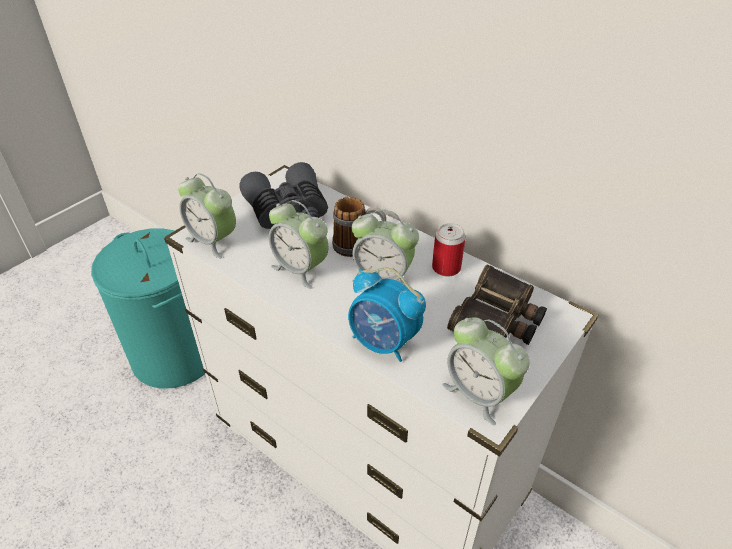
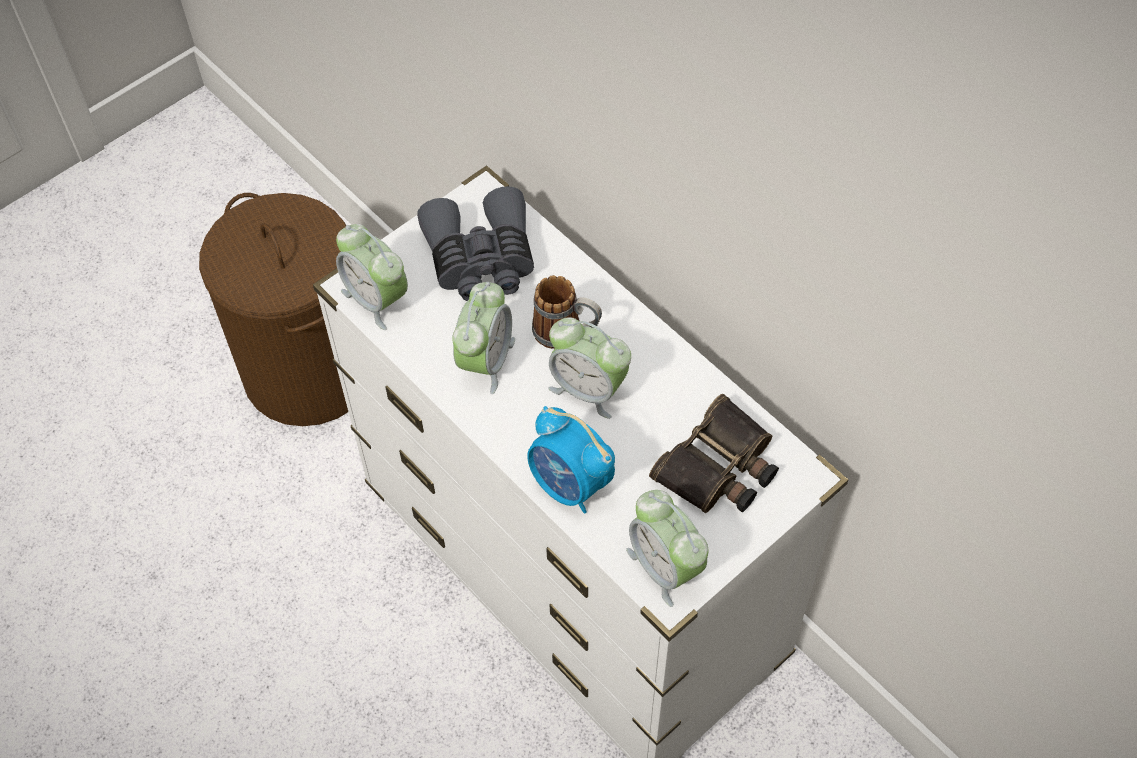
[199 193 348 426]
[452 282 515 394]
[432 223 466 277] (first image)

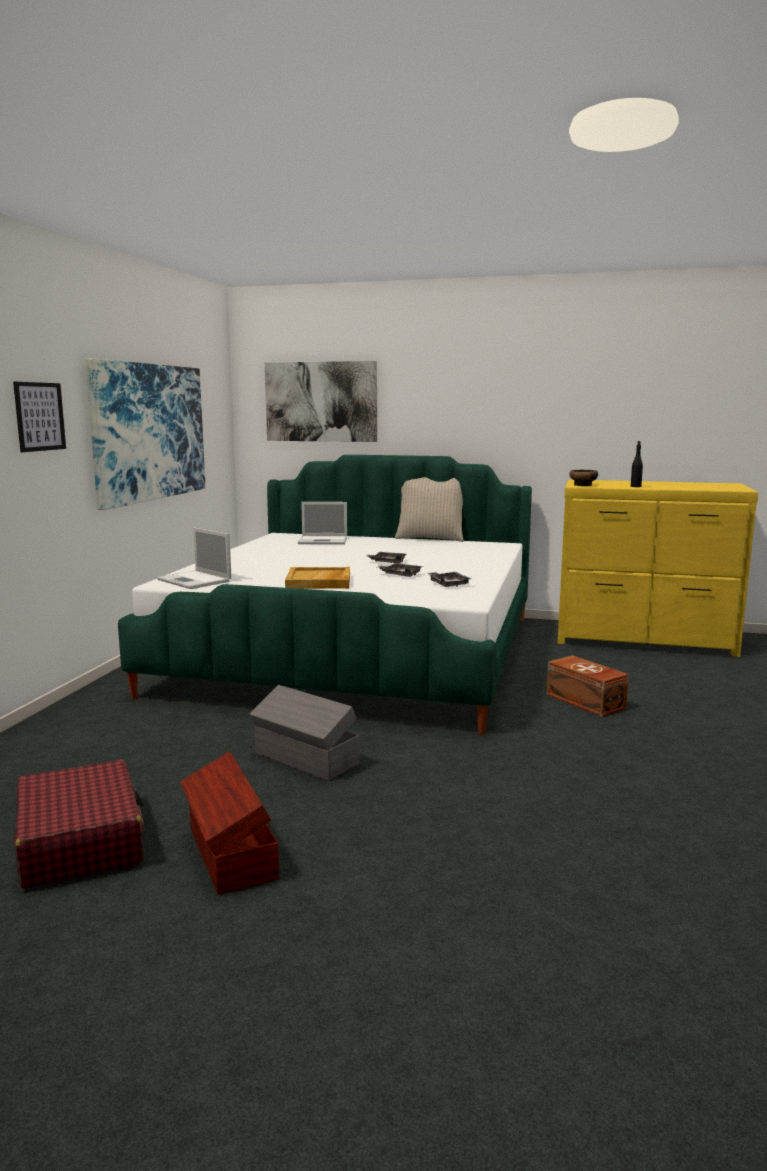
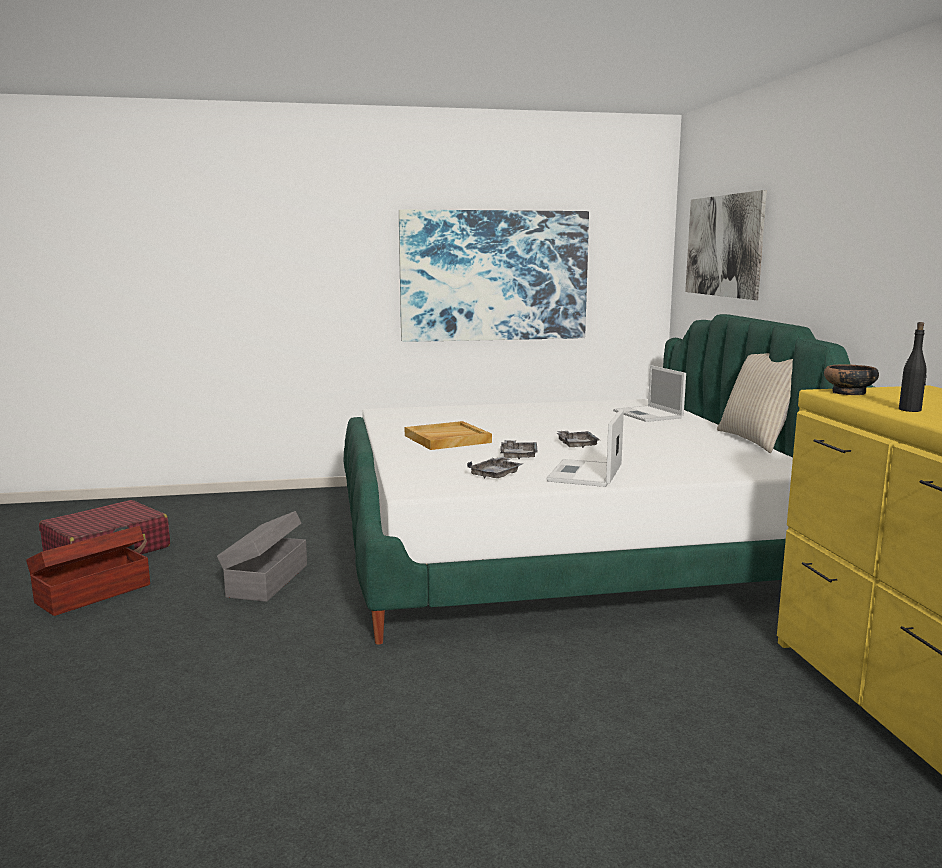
[546 409 624 487]
[13 382 66 452] (first image)
[547 655 629 717] (first image)

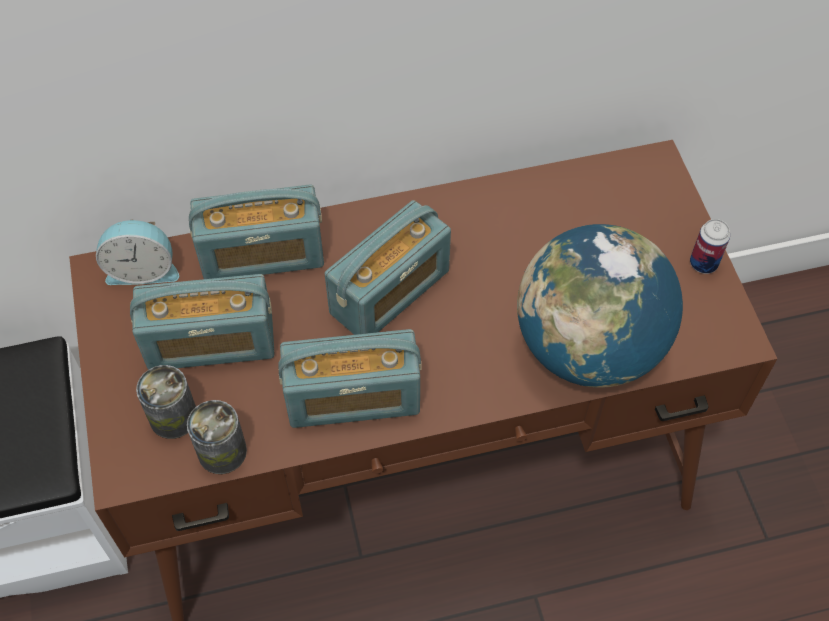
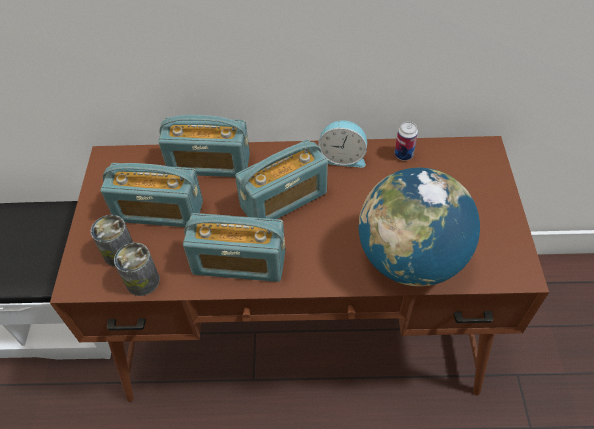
[318 120 367 168]
[395 122 418 161]

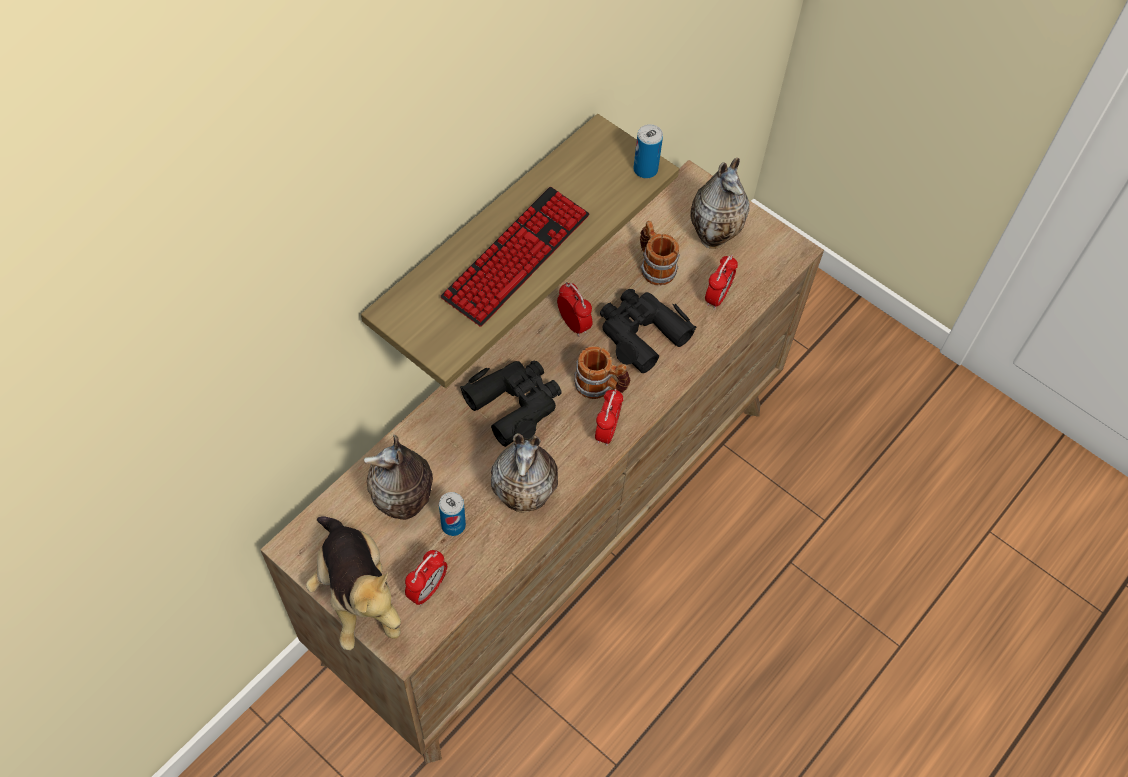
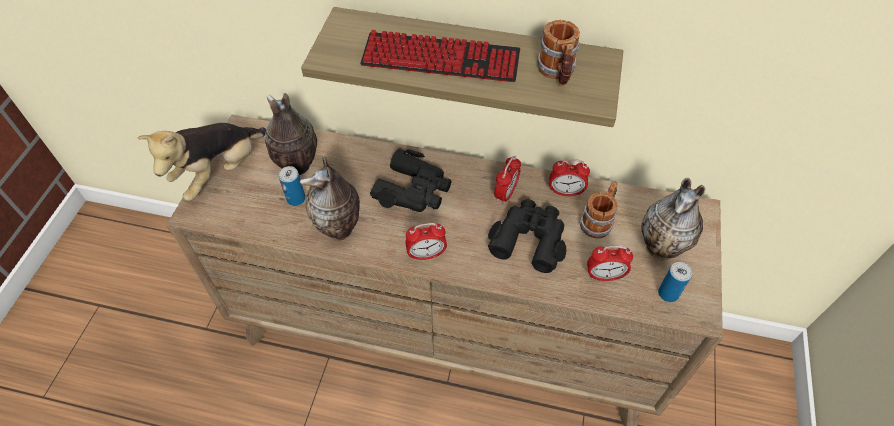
[537 20 580 86]
[549 159 590 197]
[658 262 692 302]

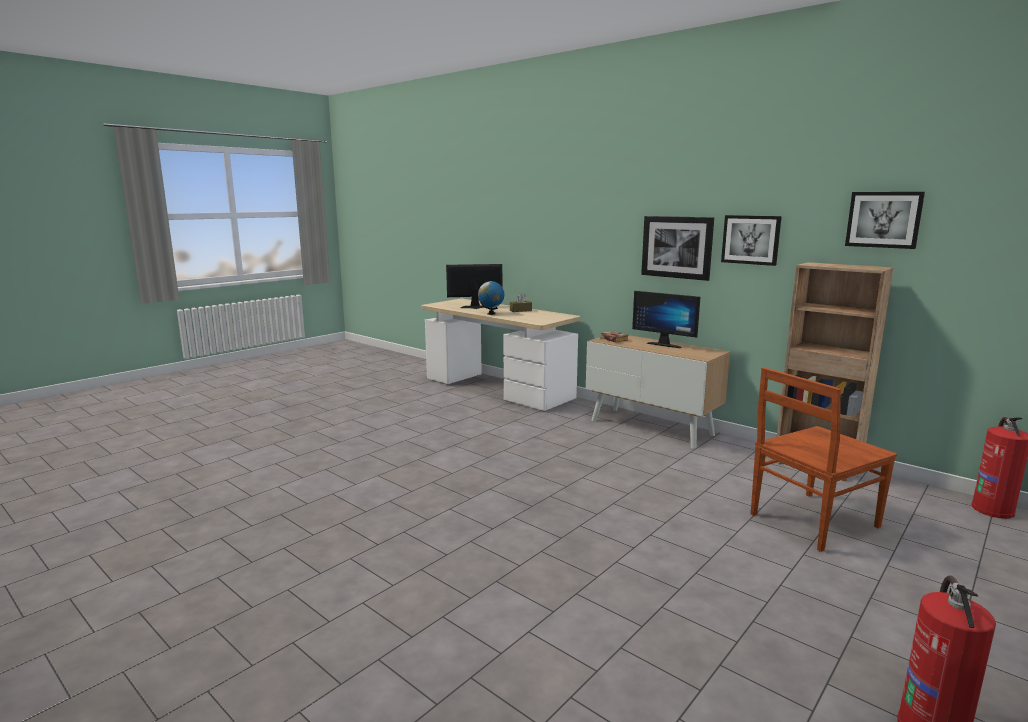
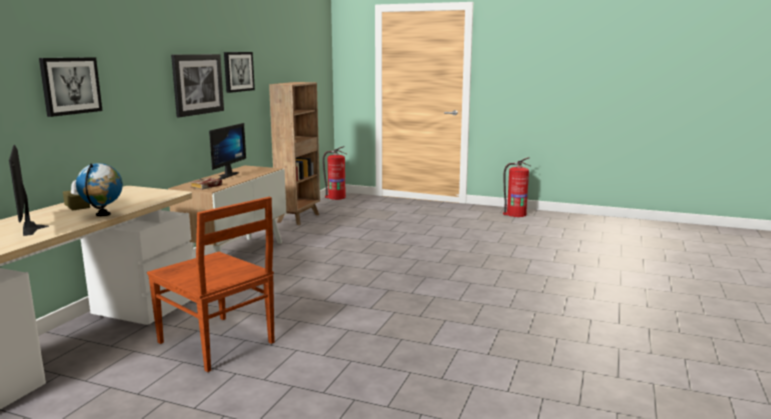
[39 57 102 117]
[147 197 274 372]

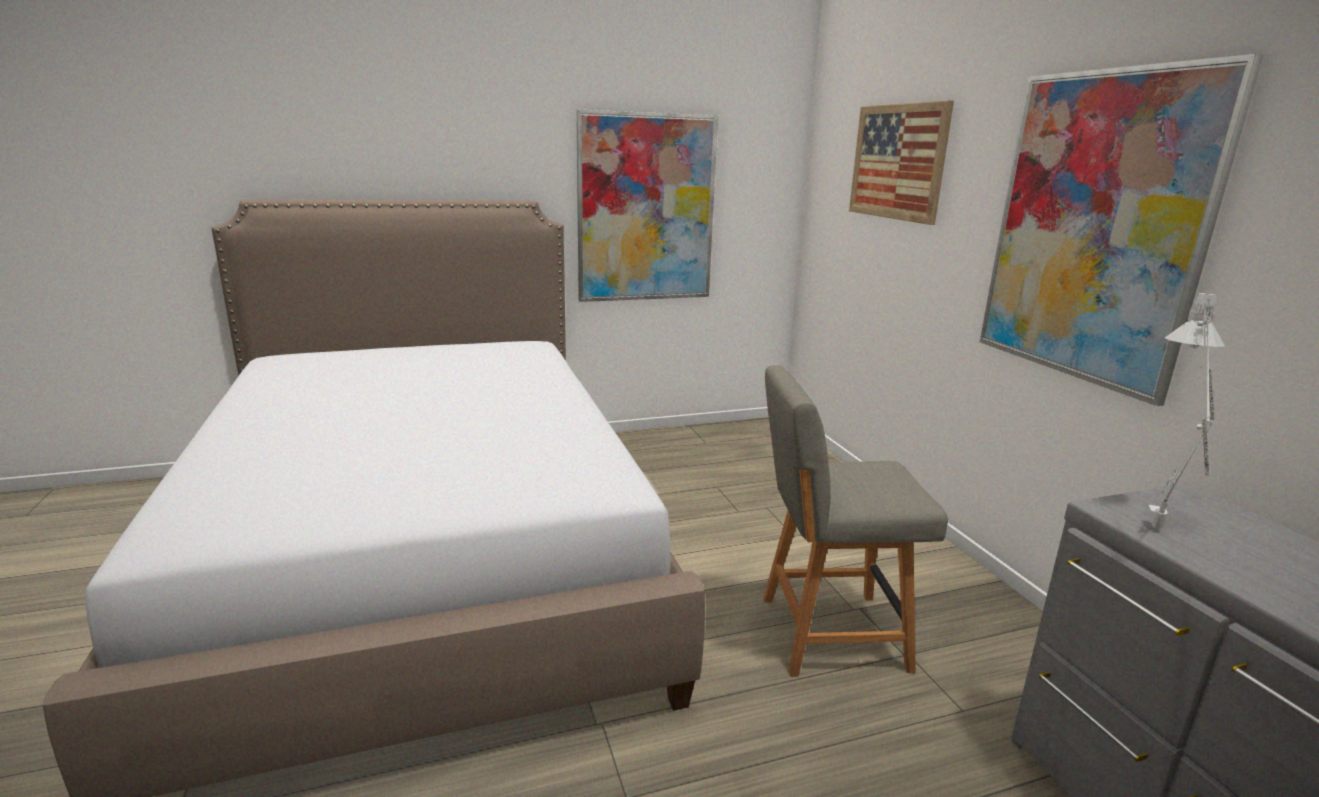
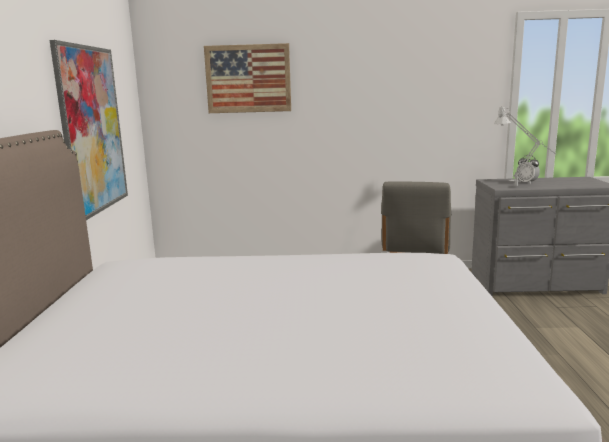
[516 155 540 184]
[980 54 1263 406] (first image)

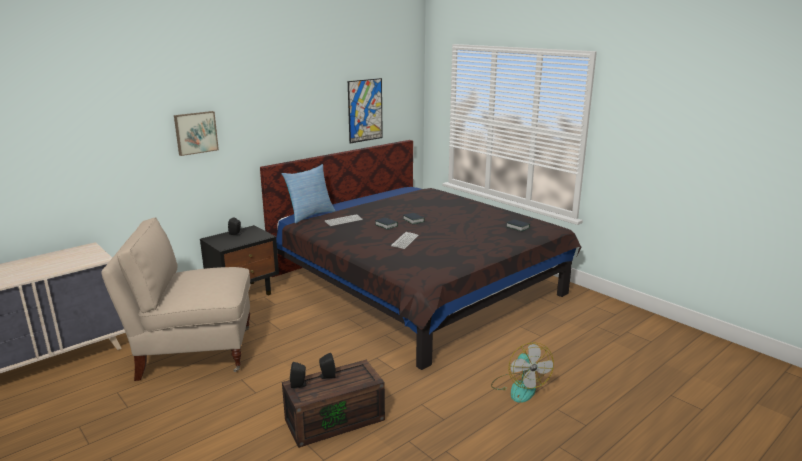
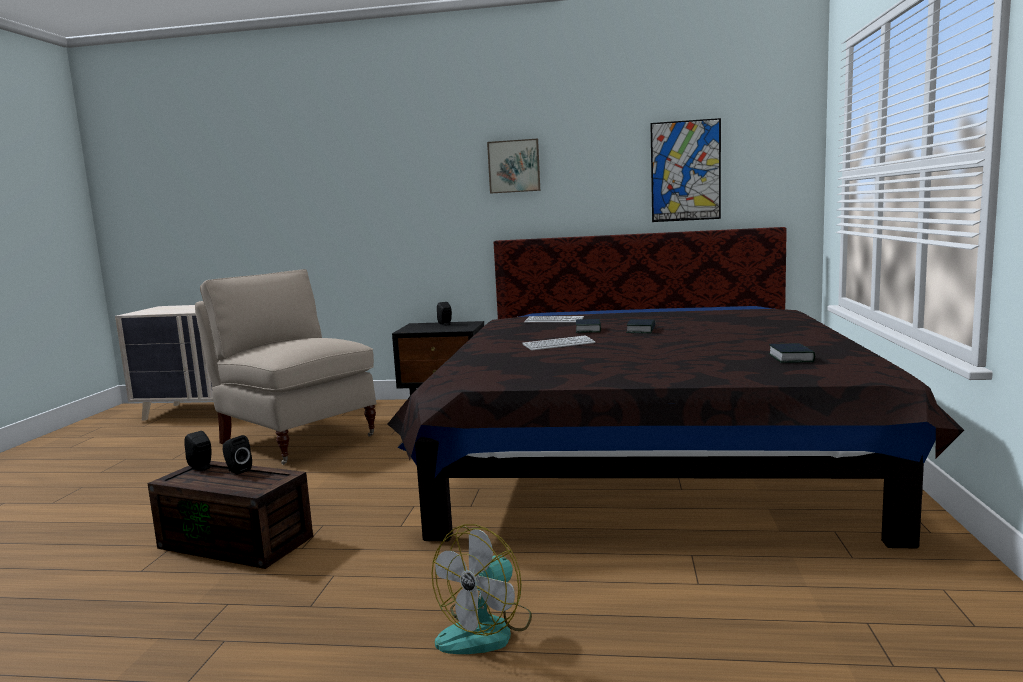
[487 139 540 193]
[281 164 336 223] (first image)

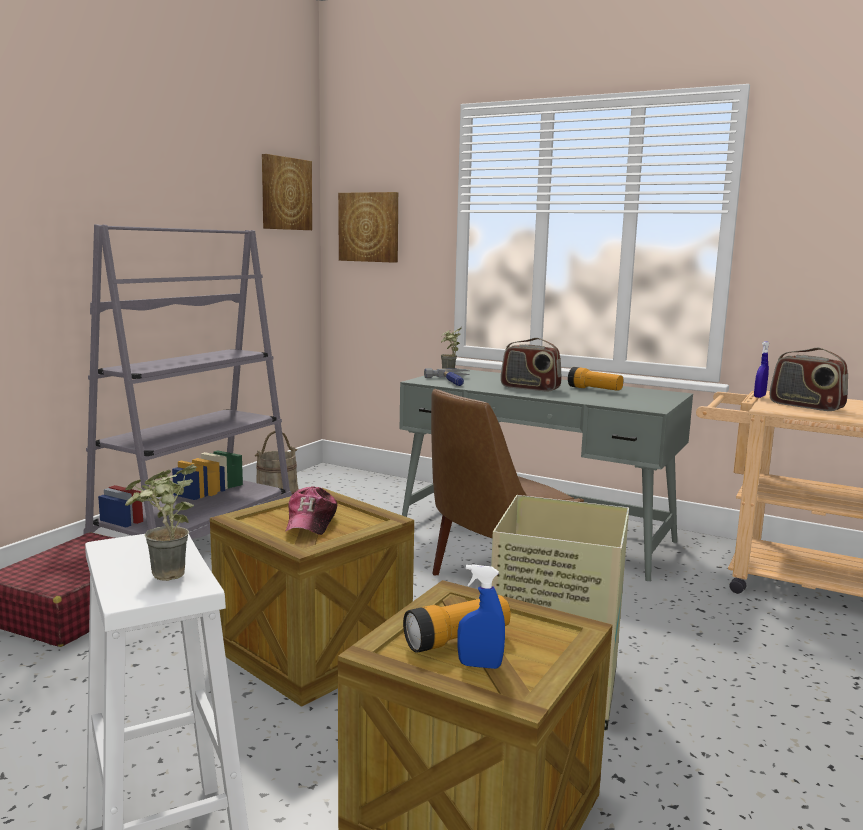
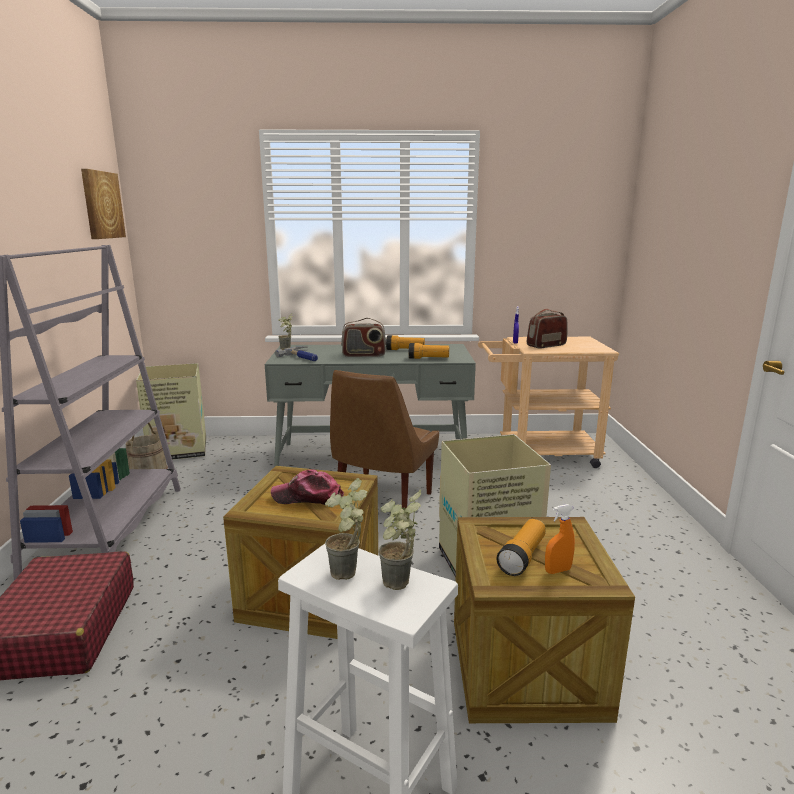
[136 363 206 460]
[271 470 344 505]
[325 478 367 580]
[409 343 449 359]
[527 308 567 349]
[545 504 575 574]
[338 192 398 263] (first image)

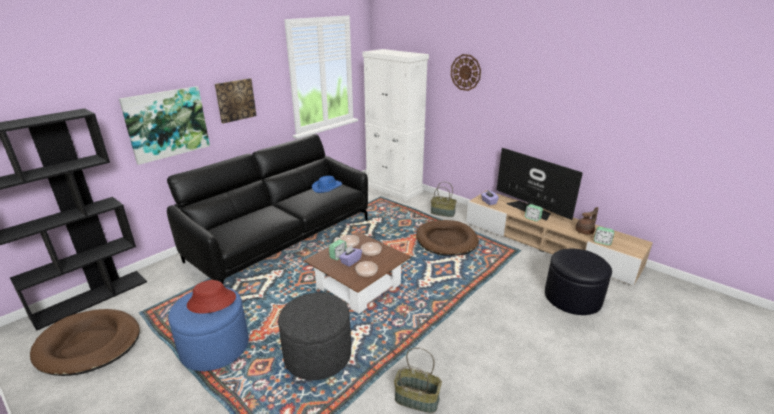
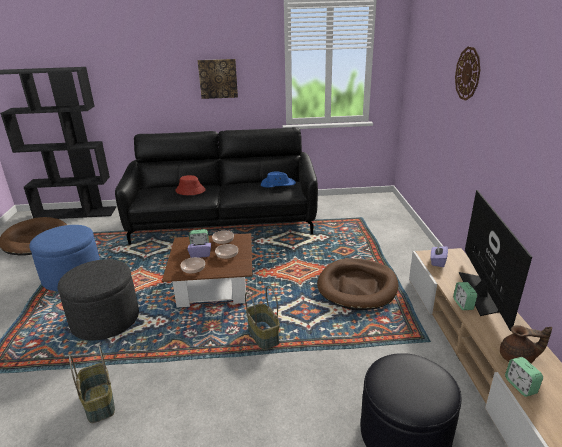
[175 175 206 195]
[245 286 280 350]
[119 86 210 165] (first image)
[362 49 429 201] (first image)

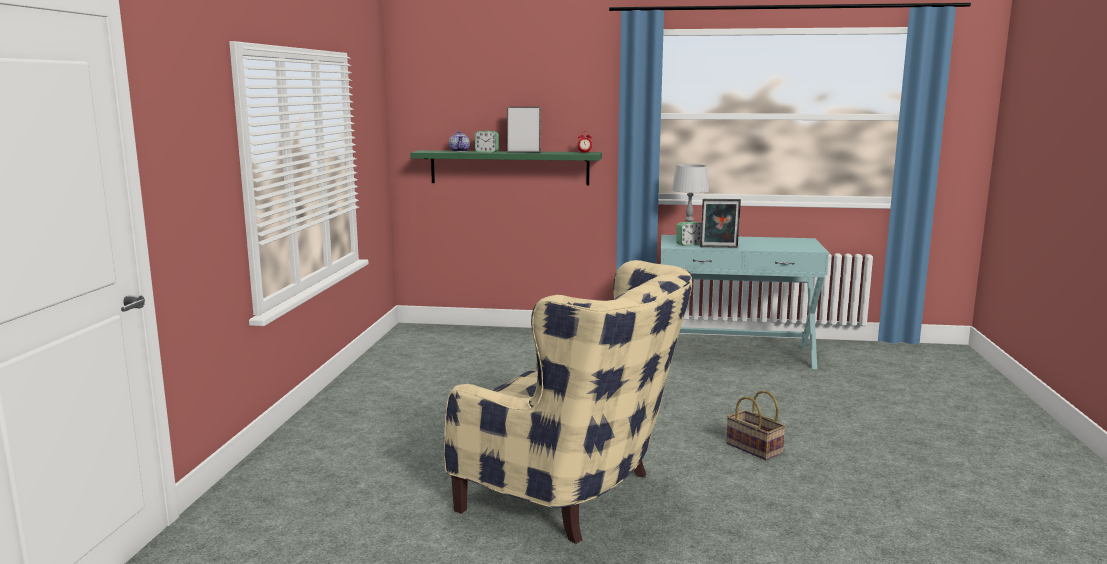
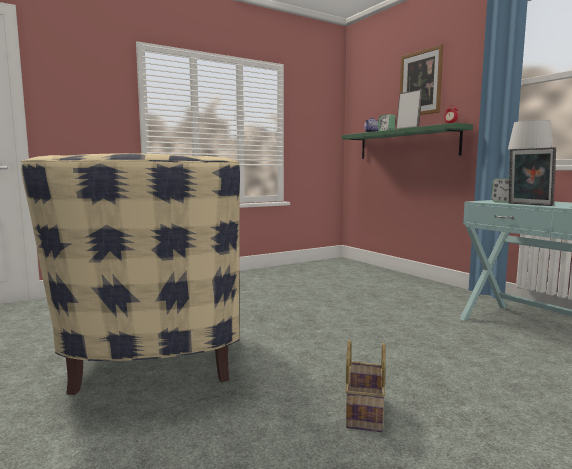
[400 44 443 115]

